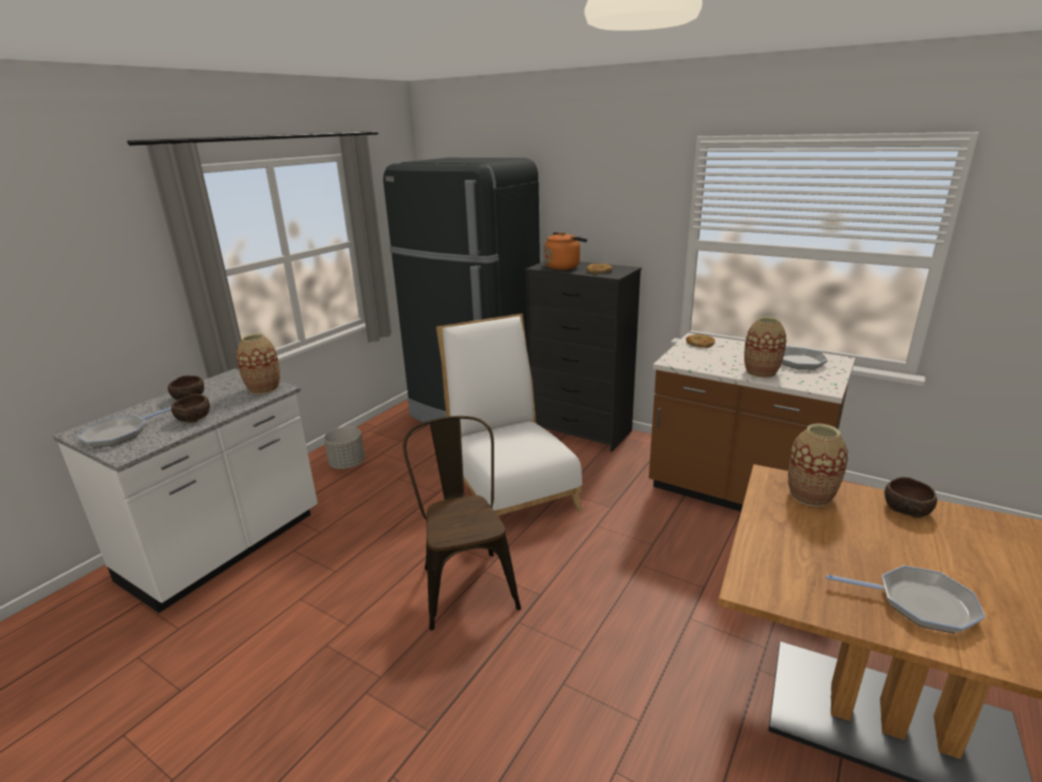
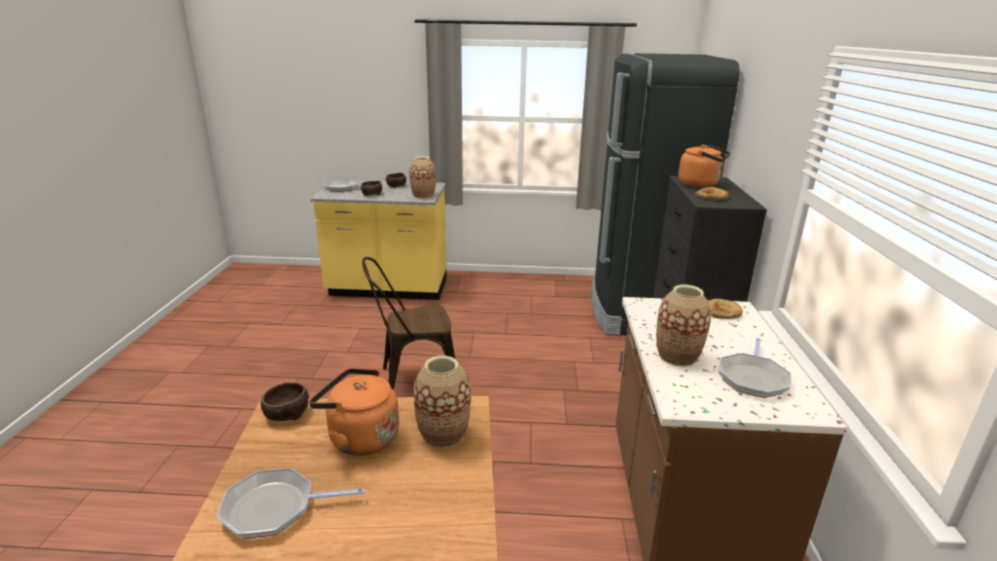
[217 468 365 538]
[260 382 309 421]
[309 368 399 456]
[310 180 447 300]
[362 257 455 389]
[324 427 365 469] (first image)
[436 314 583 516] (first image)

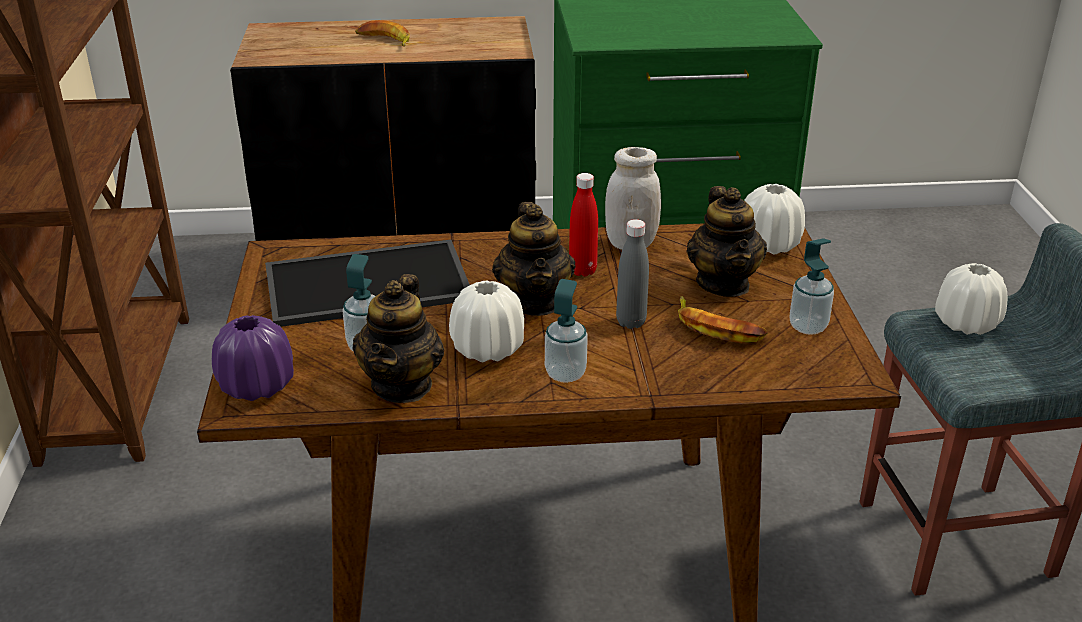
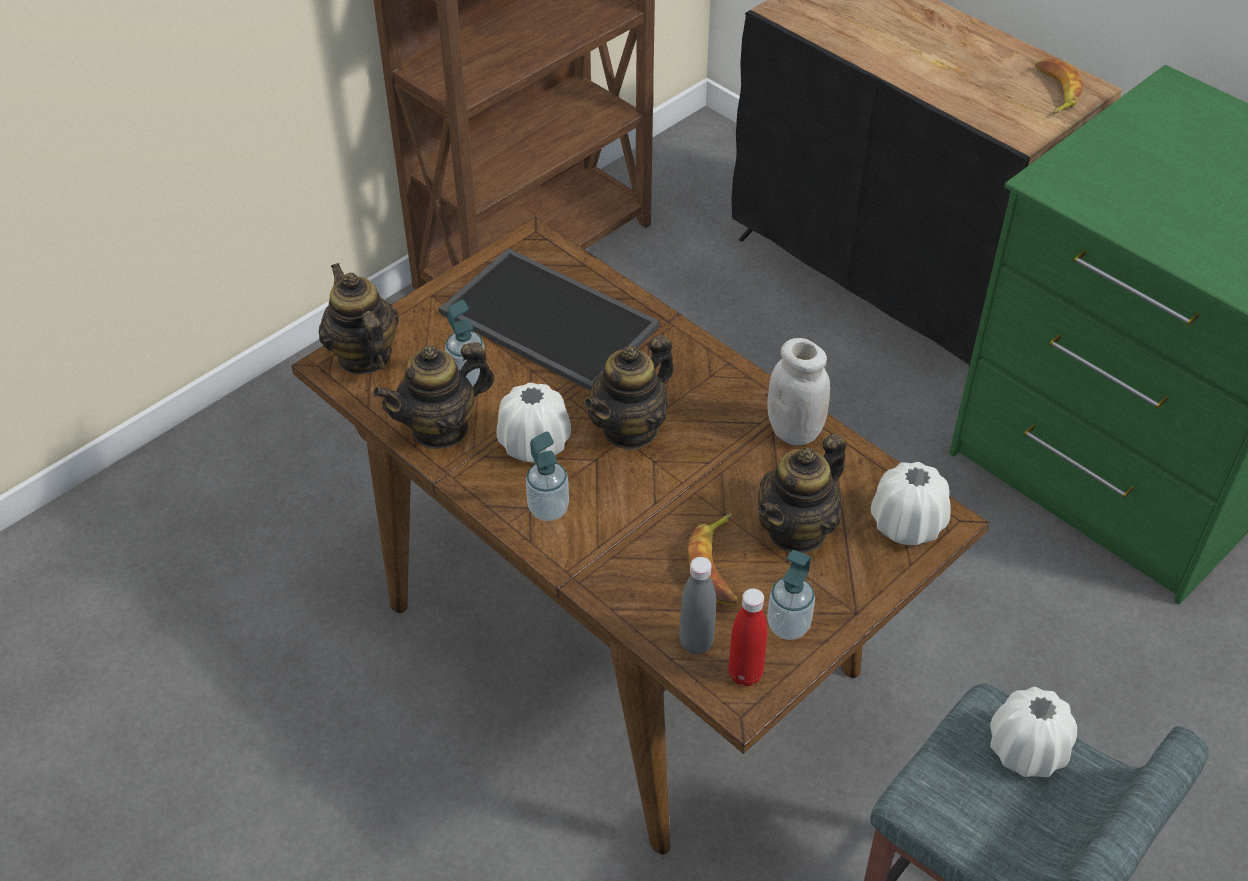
[319 263 399 375]
[679 557 716 655]
[728 588 768 686]
[1035 59 1083 114]

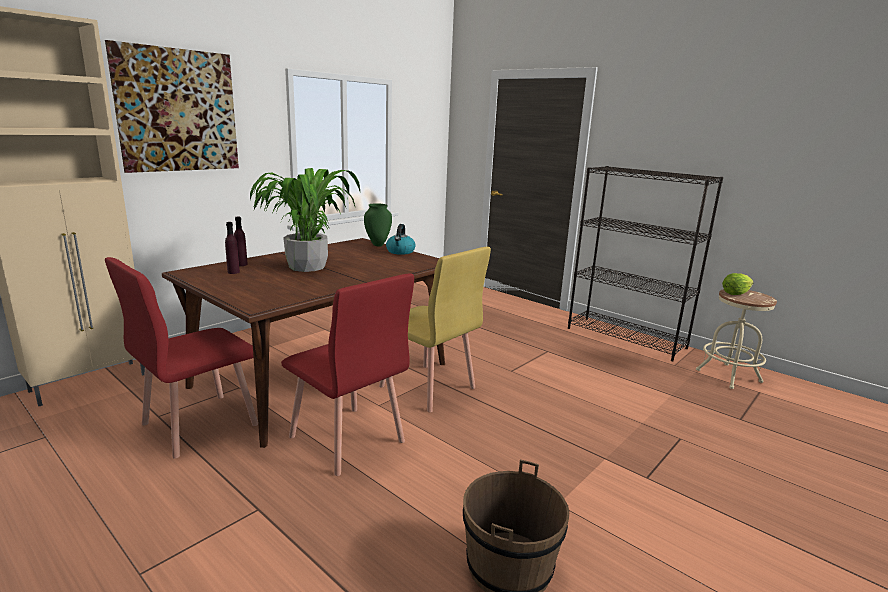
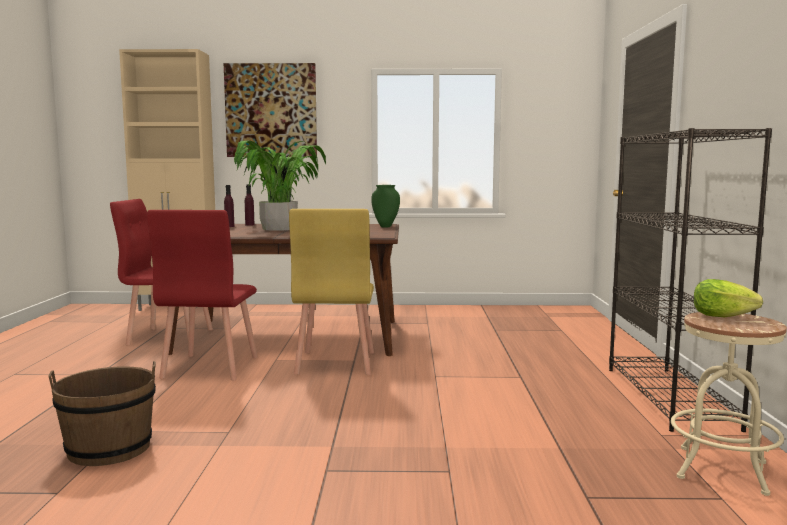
[386 224 416 255] (first image)

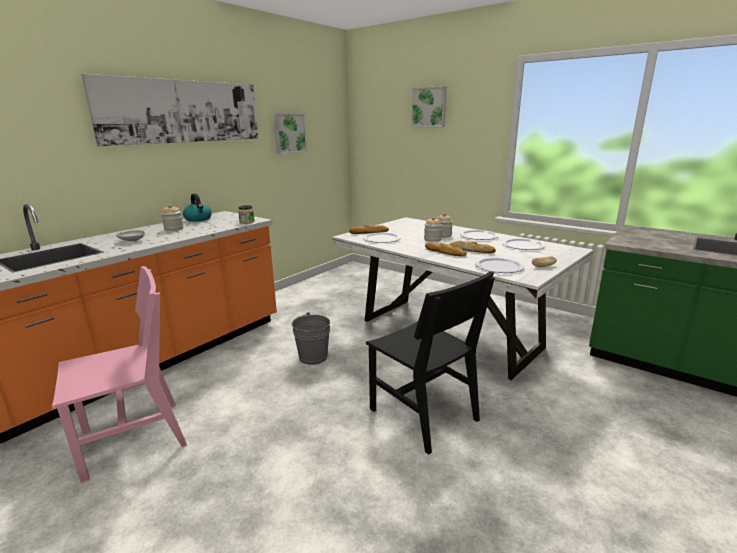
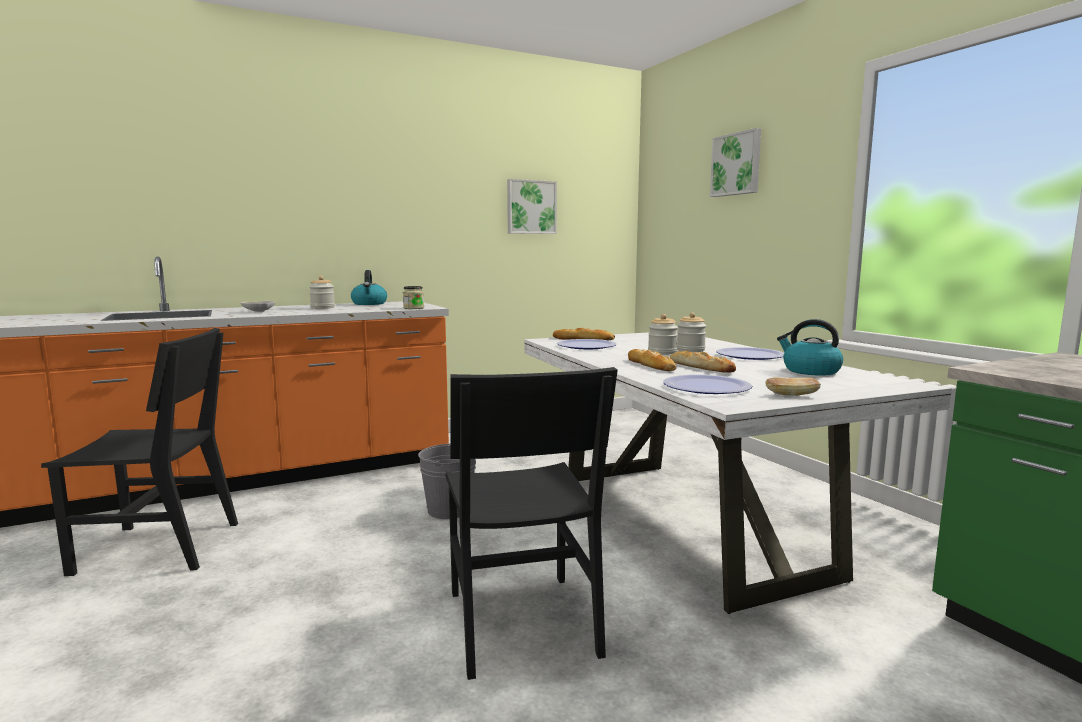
[41 328 238 576]
[777 319 843 376]
[81 74 258 147] (first image)

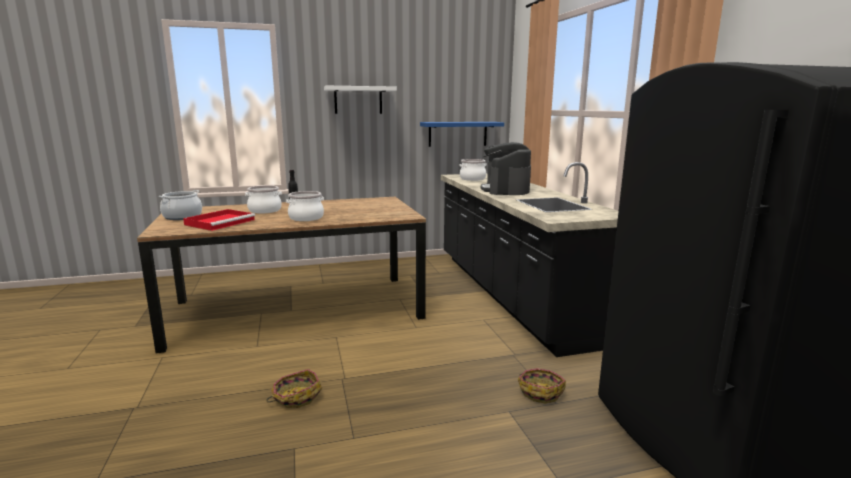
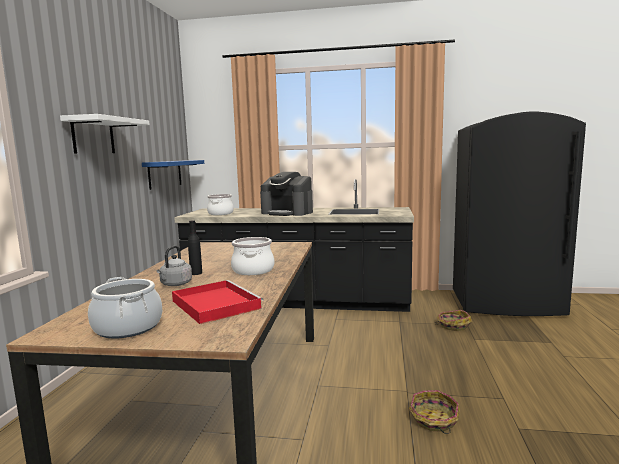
[157 246 192 286]

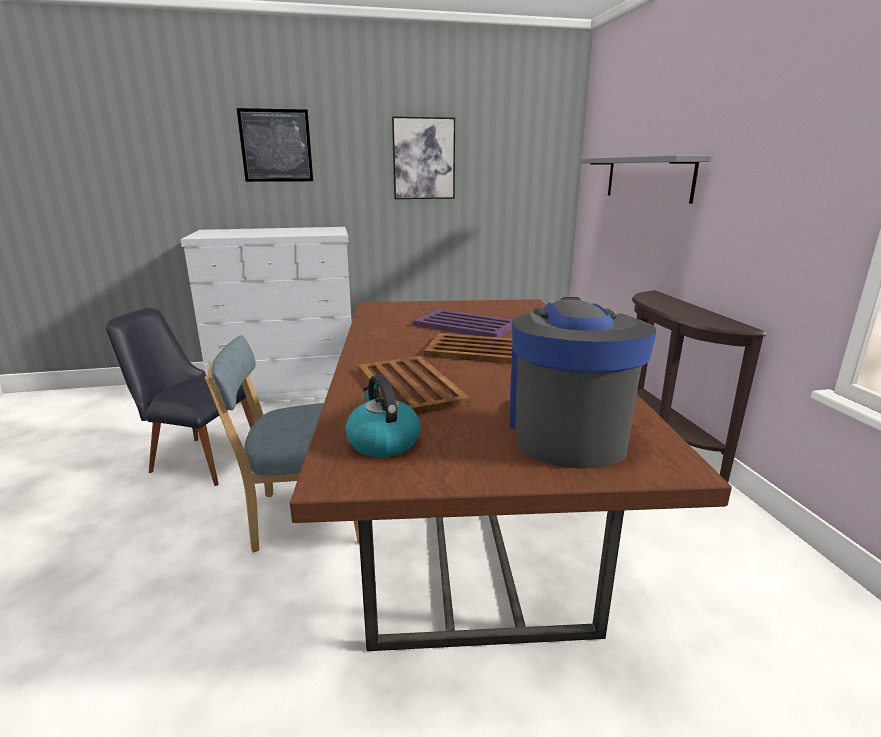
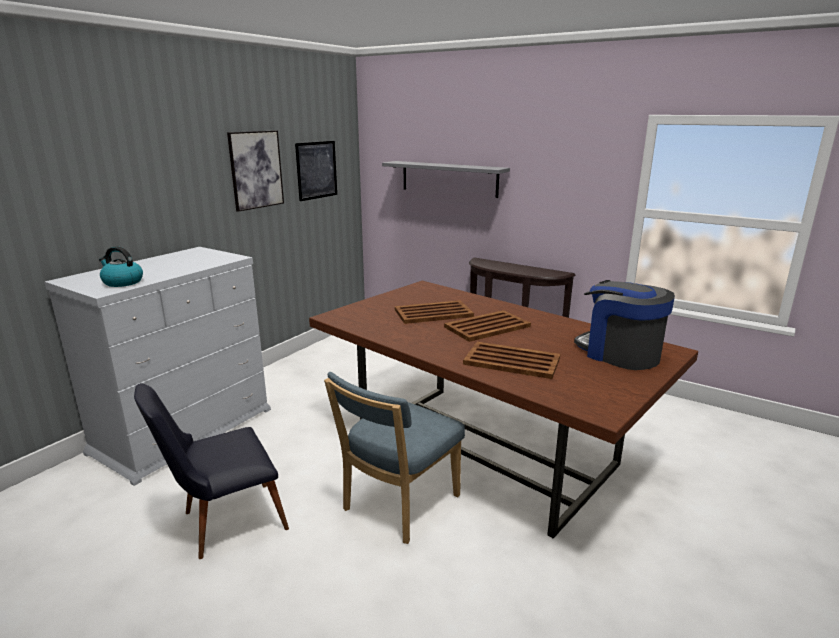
[99 246 143 287]
[295 141 337 201]
[395 300 474 324]

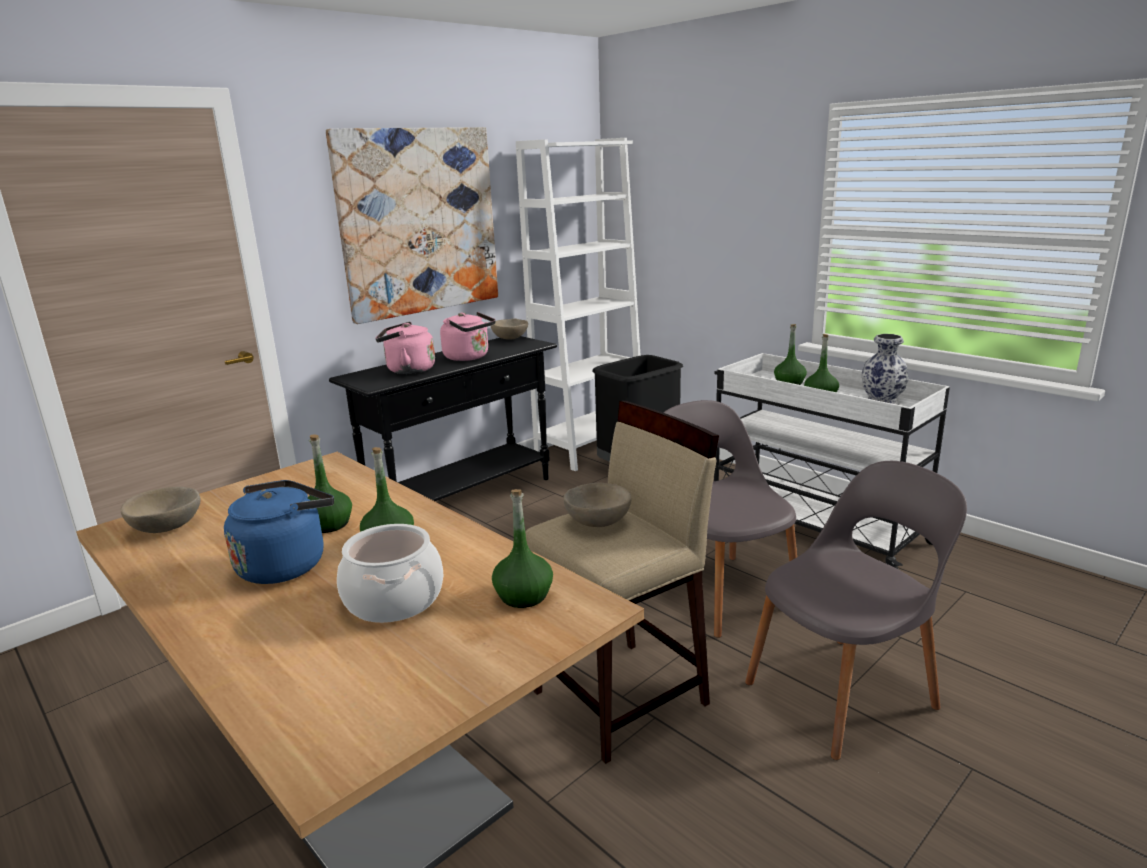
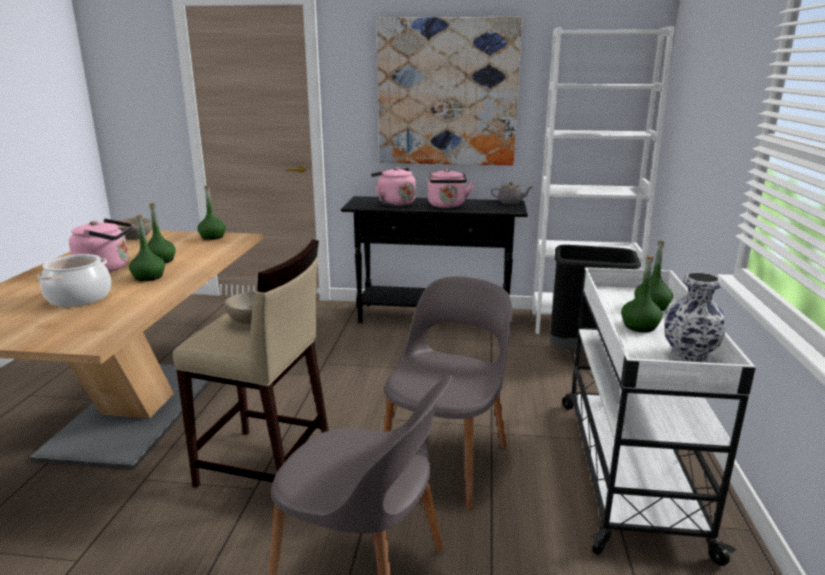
[69 219 133 272]
[197 186 226 240]
[491 182 533 204]

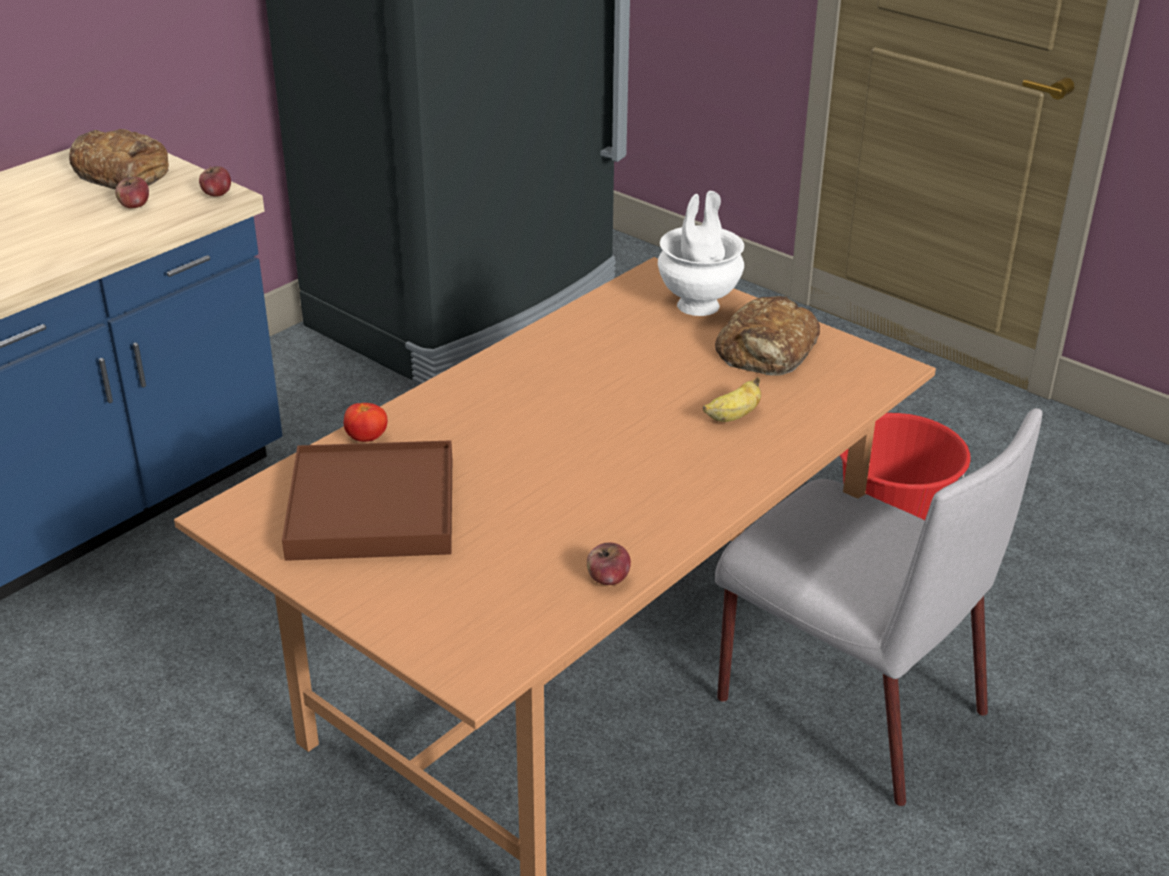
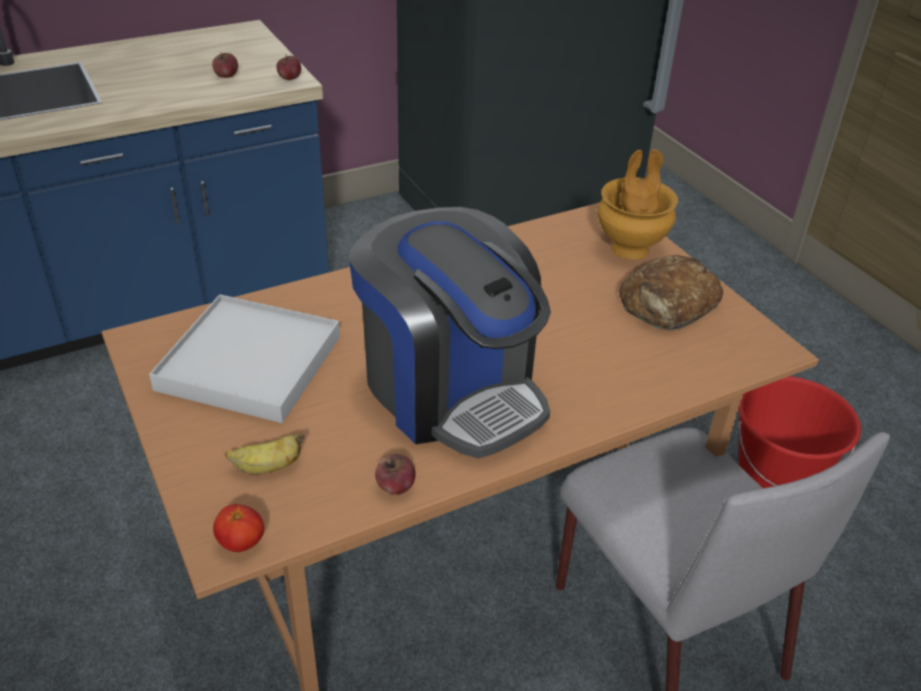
[149 294 340 423]
[213 504 264 552]
[225 433 304 474]
[349 207 551 459]
[598 149 678 260]
[69 129 169 190] (first image)

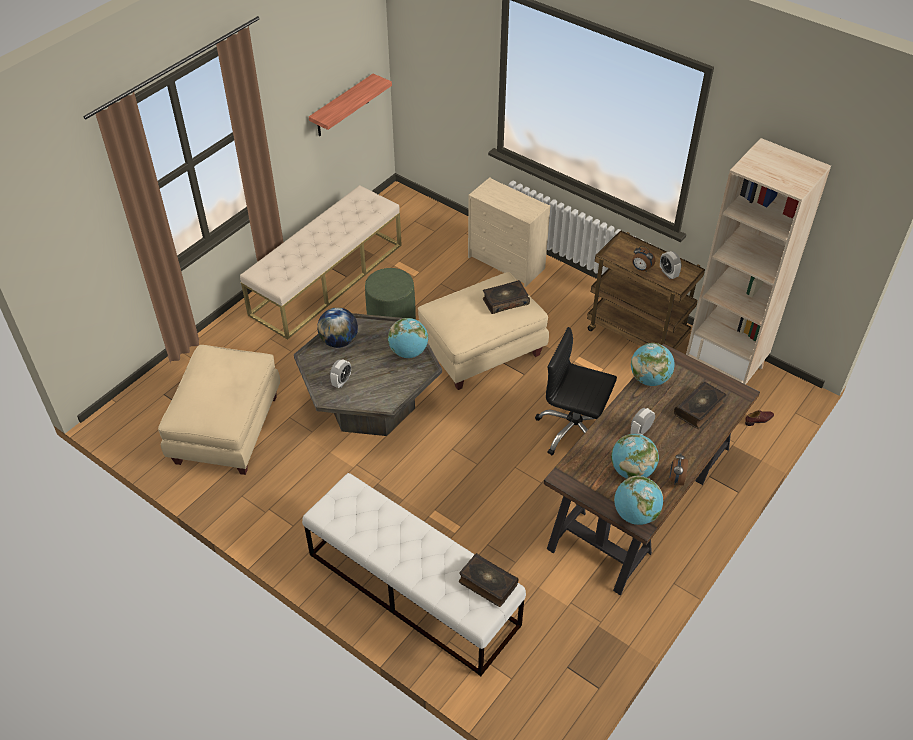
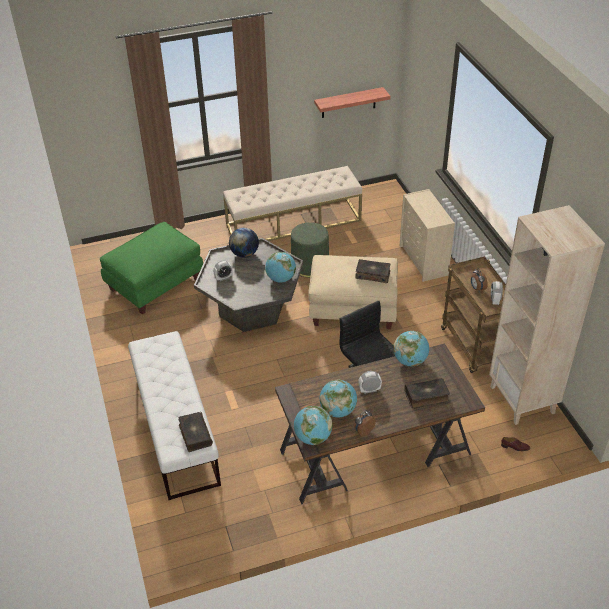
[100 222 203 315]

